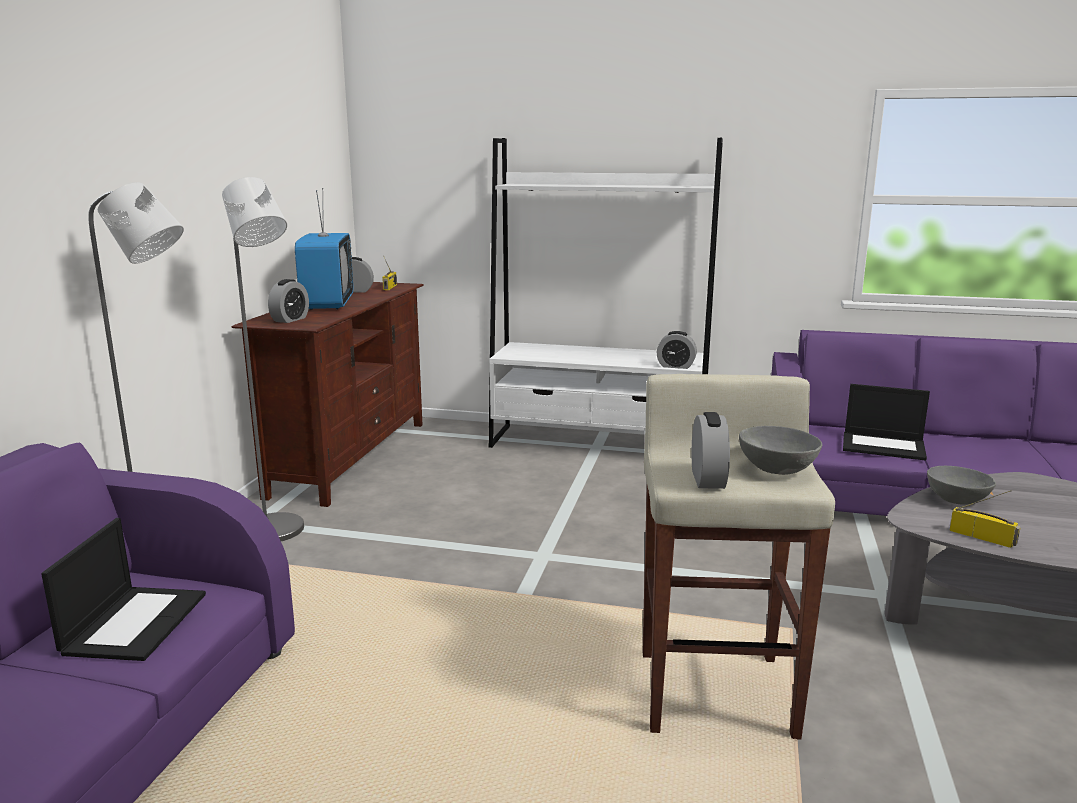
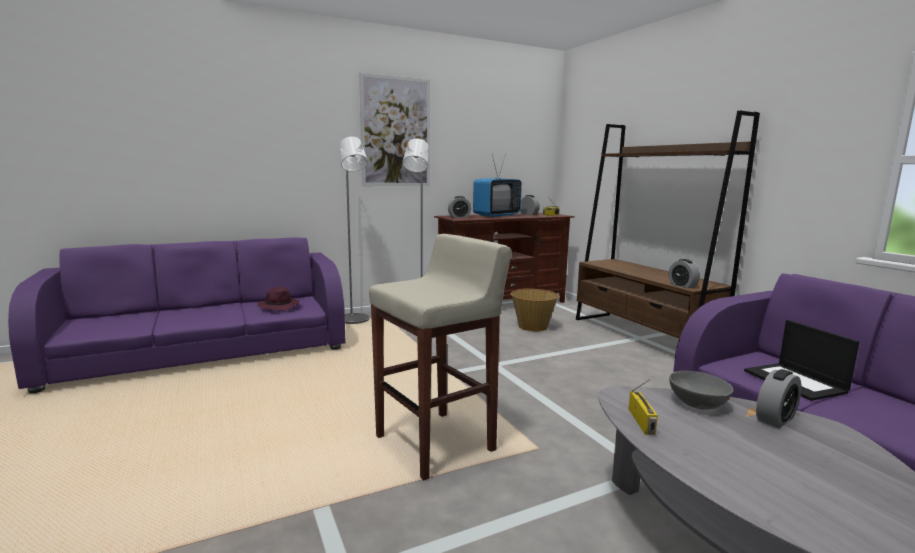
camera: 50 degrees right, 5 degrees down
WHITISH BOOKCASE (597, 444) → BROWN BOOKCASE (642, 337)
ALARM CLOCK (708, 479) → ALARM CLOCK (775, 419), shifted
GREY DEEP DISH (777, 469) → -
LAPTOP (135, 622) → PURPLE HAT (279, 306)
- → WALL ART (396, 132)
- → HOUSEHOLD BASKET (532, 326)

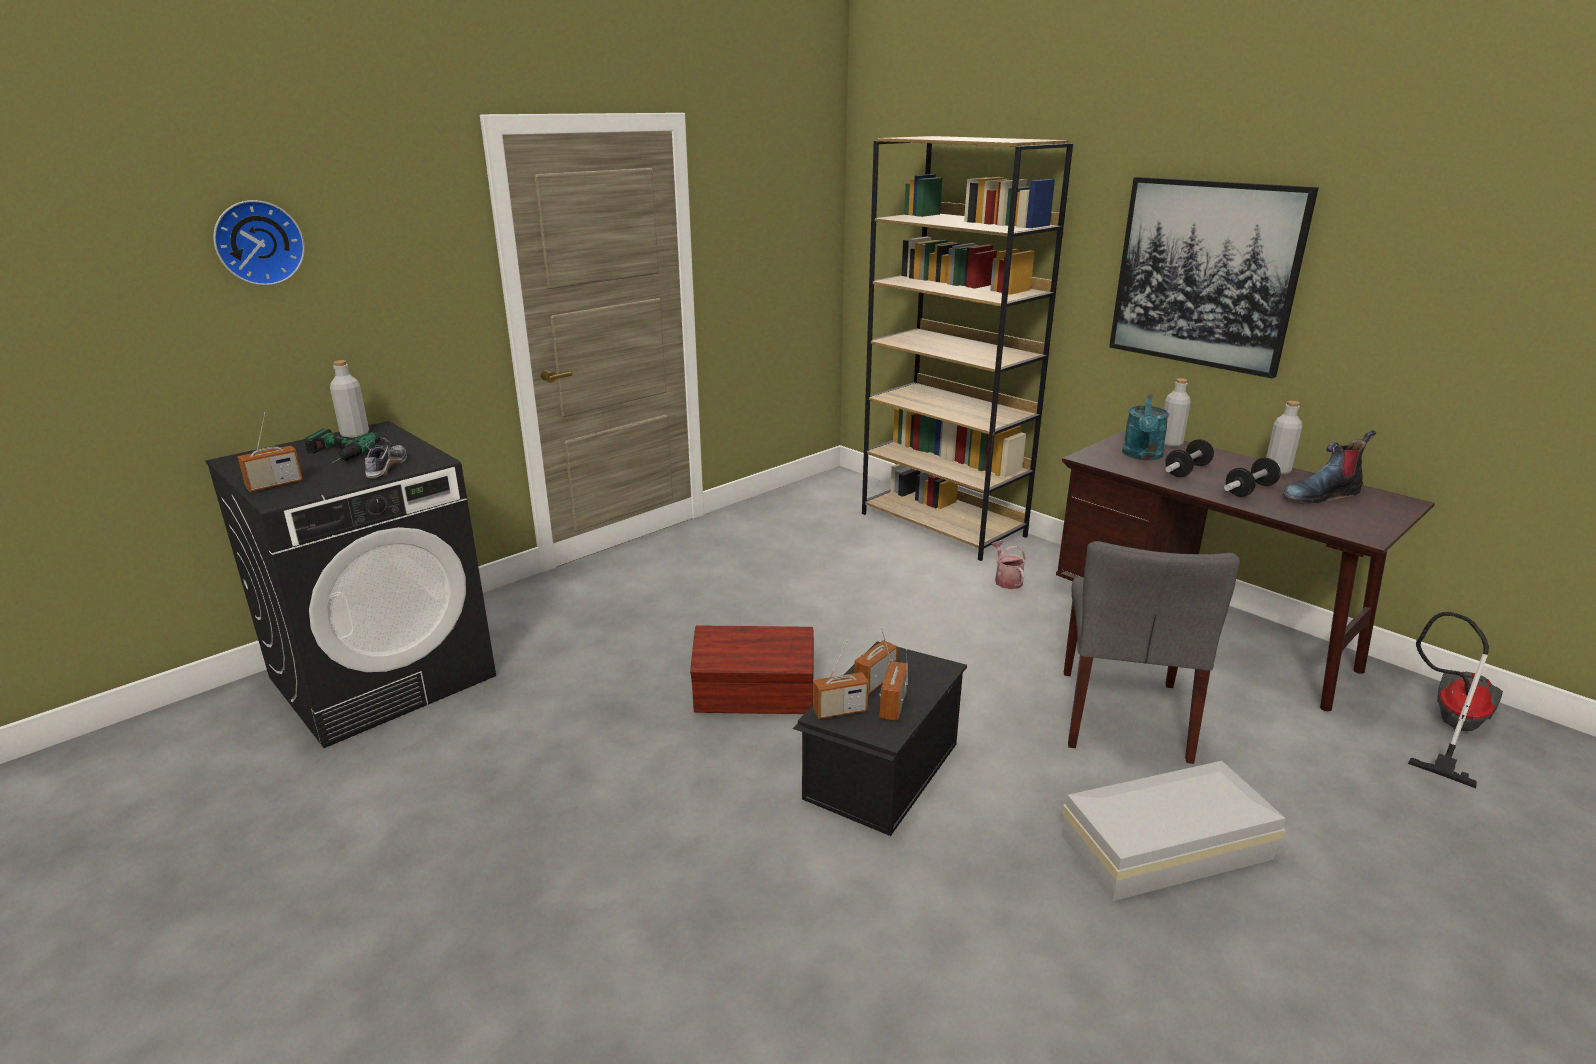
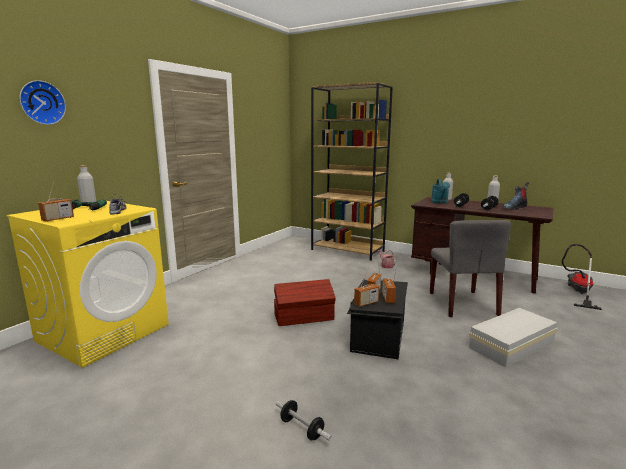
camera: 15 degrees left, 10 degrees down
WALL ART (1205, 274) → -
BLACK-COLOURED LAUNDRY MACHINE (384, 676) → YELLOW LAUNDRY MACHINE (104, 332)
- → DUMBBELL (302, 429)

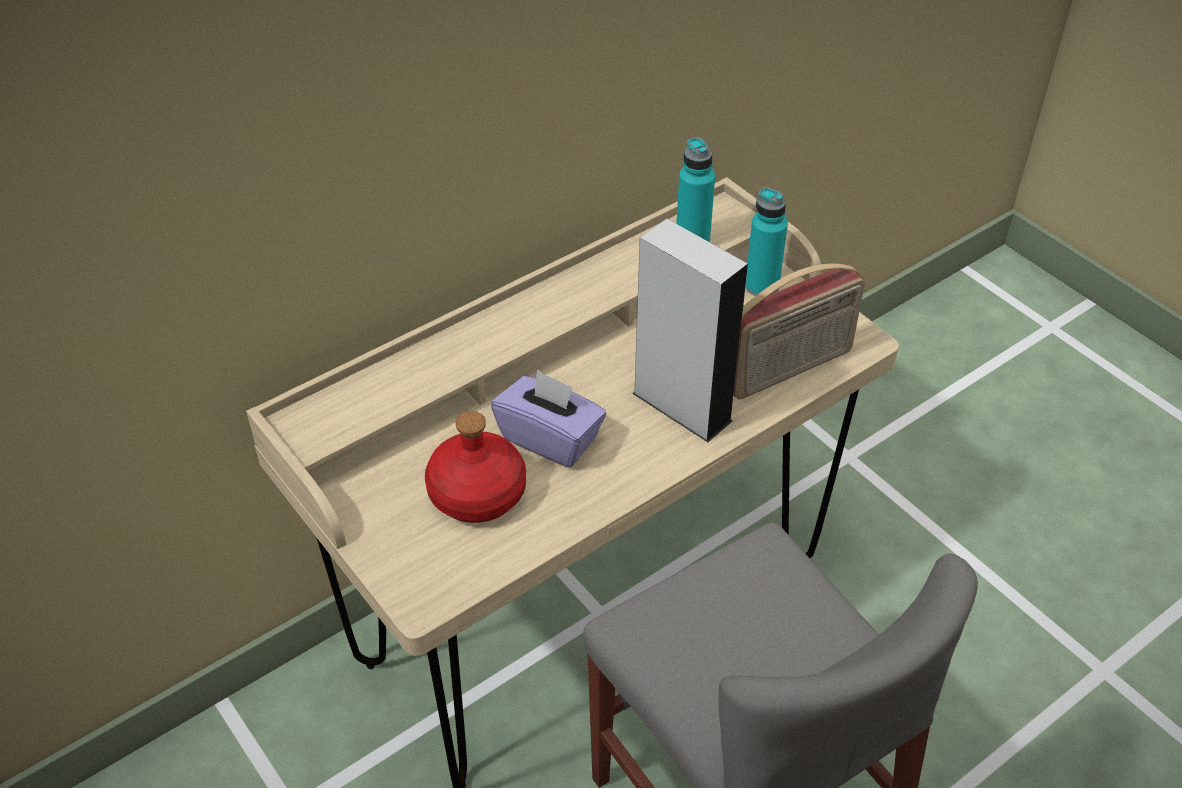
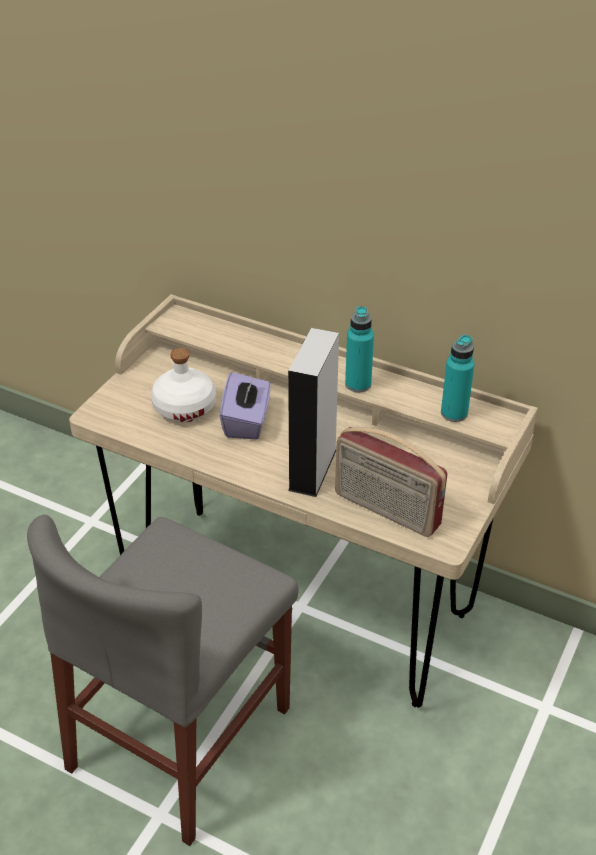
camera: 65 degrees right, 5 degrees down
TURQUOISE-COLOURED BEVERAGE BOTTLE (762, 286) → TURQUOISE-COLOURED BEVERAGE BOTTLE (358, 384), shifted
RED-COLOURED BEVERAGE BOTTLE (476, 493) → WHITISH BEVERAGE BOTTLE (184, 407)

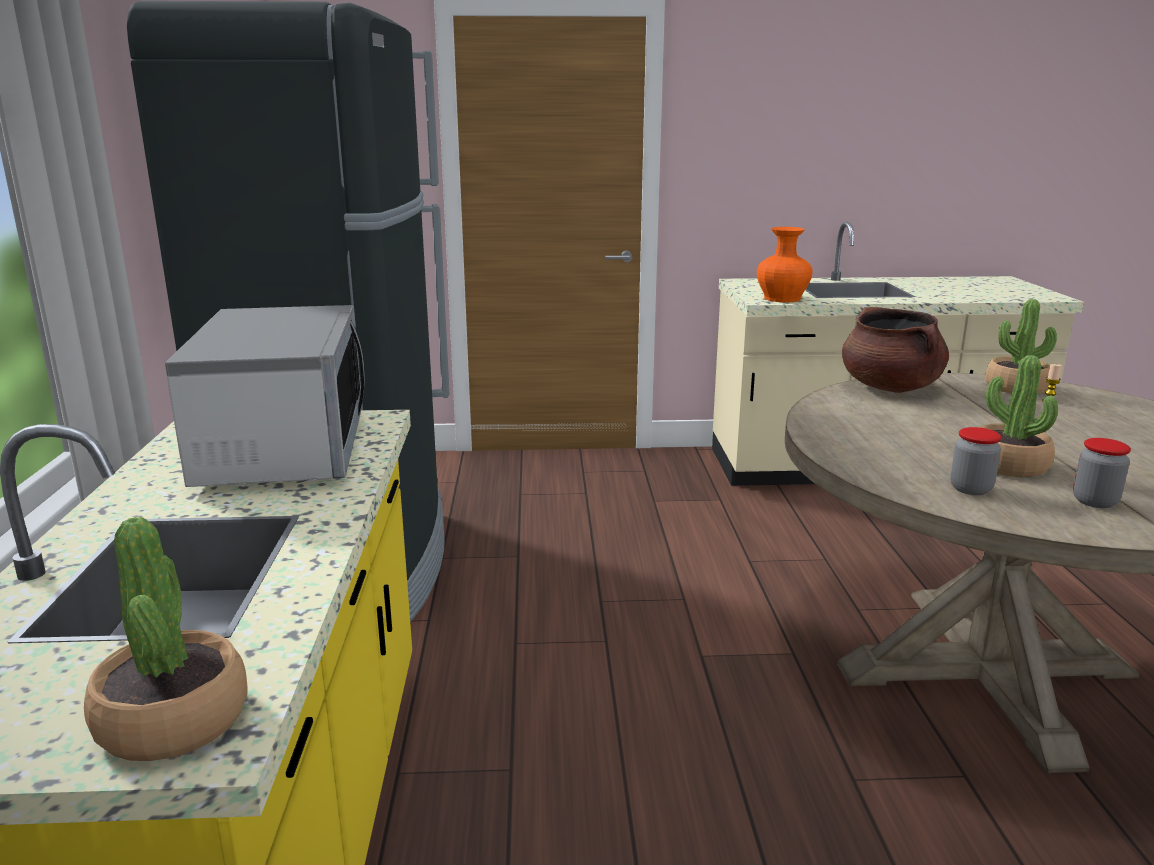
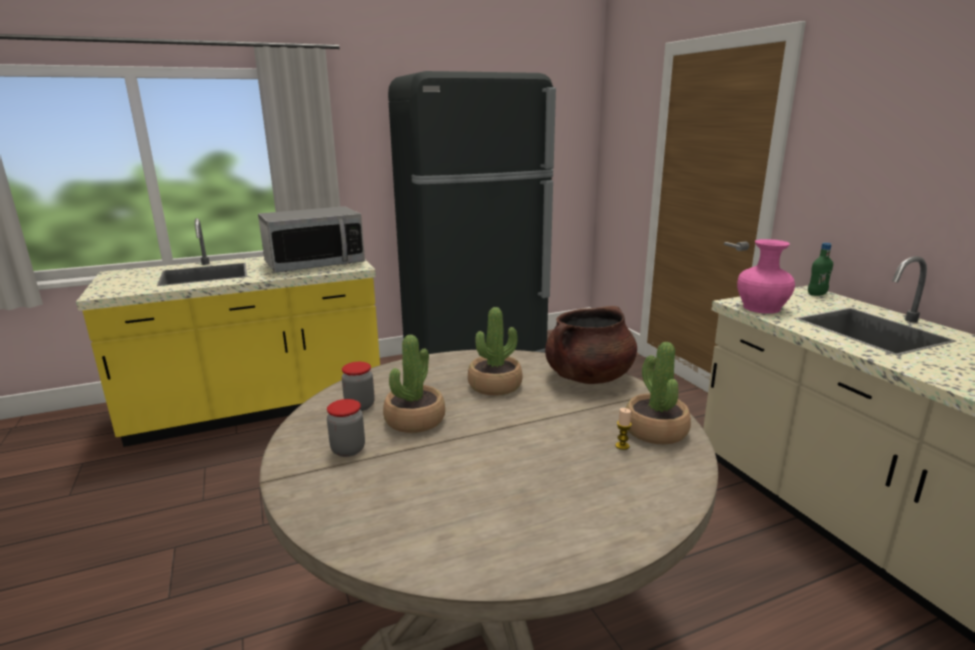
camera: 70 degrees right, 0 degrees up
ORANGE DECORATIVE VASE (782, 298) → PINK-COLOURED DECORATIVE VASE (762, 308)
PLANT IN A POT (174, 720) → PLANT IN A POT (495, 385), shifted
- → GREEN-COLOURED BEVERAGE BOTTLE (816, 294)

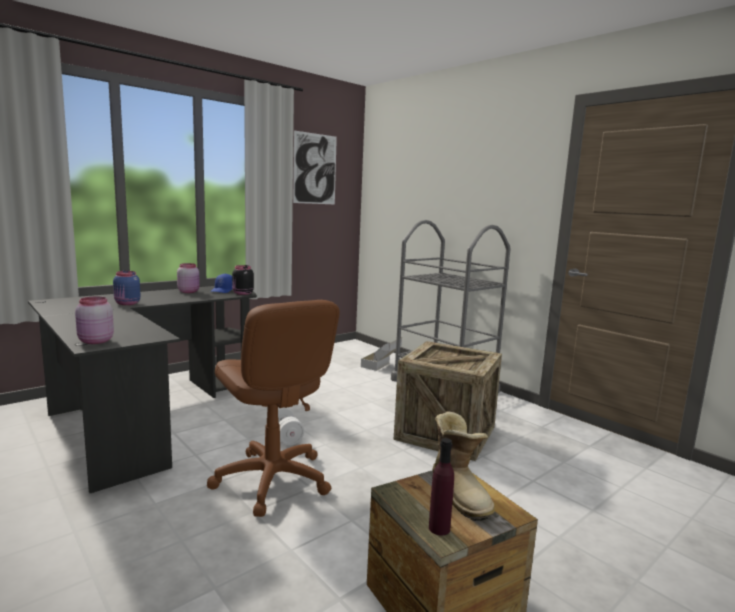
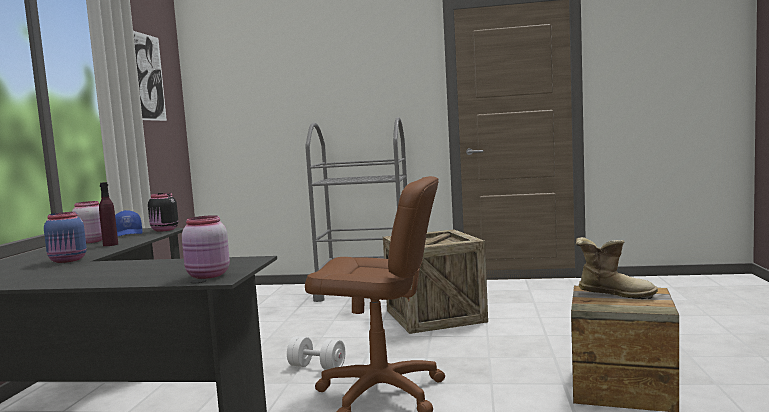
camera: 40 degrees left, 5 degrees down
CARDBOARD BOX (381, 367) → -
PURPLE BEVERAGE BOTTLE (439, 528) → PURPLE BEVERAGE BOTTLE (110, 245), shifted

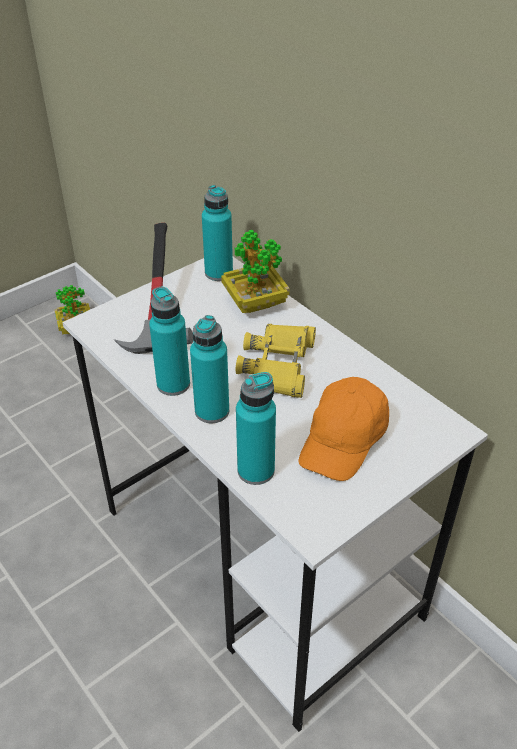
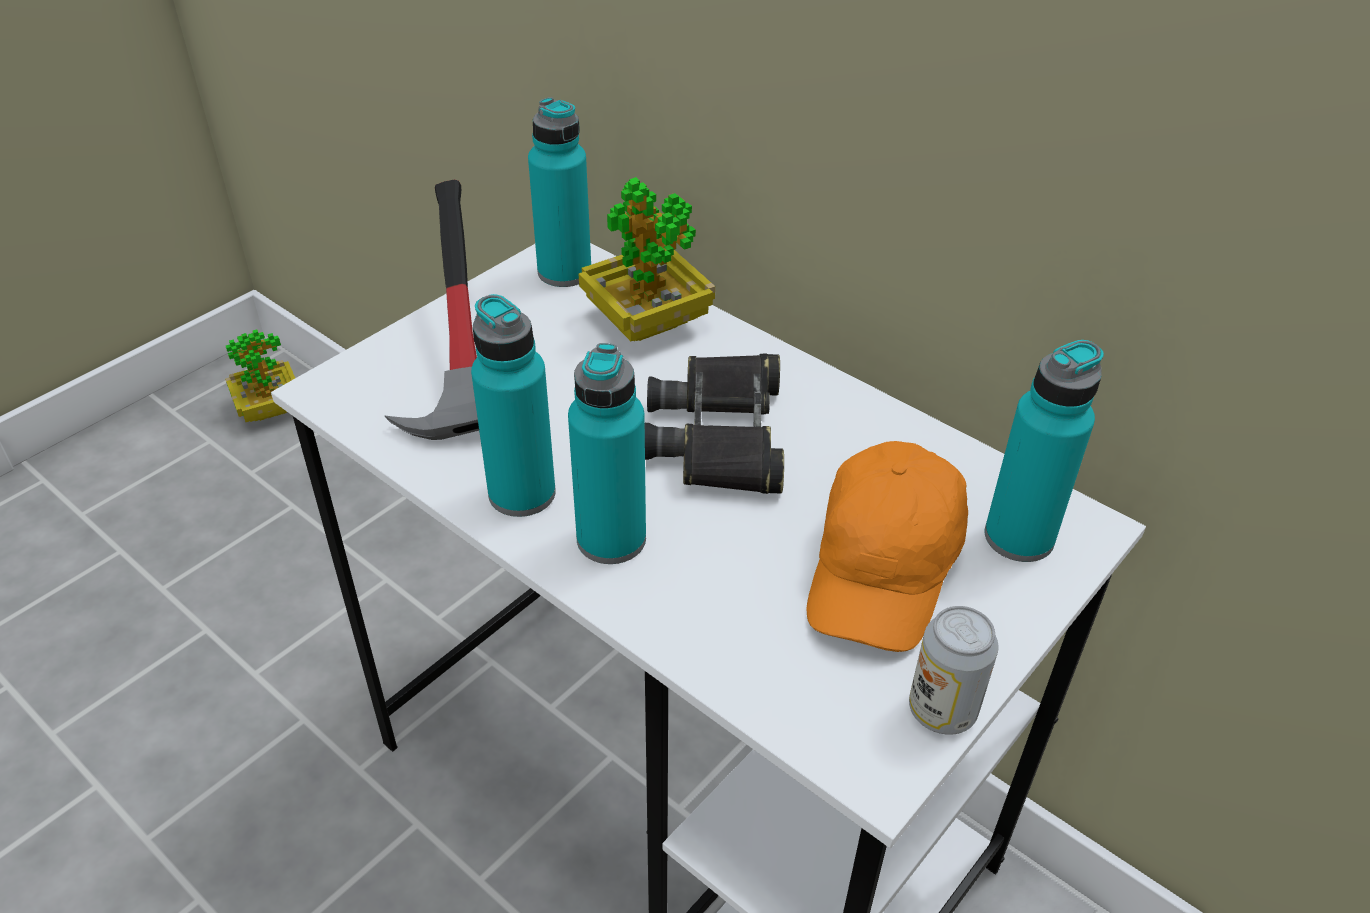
camera: 10 degrees left, 0 degrees up
YELLOW PAIR OF BINOCULARS (278, 365) → BLACK-COLOURED PAIR OF BINOCULARS (720, 435)
TURQUOISE-COLOURED BEVERAGE BOTTLE (256, 470) → TURQUOISE-COLOURED BEVERAGE BOTTLE (1019, 537), shifted
- → CAN (942, 710)

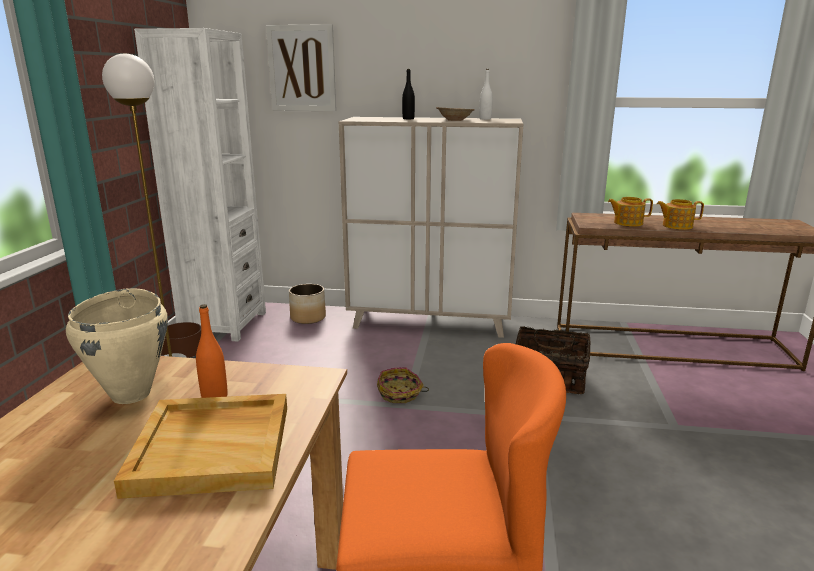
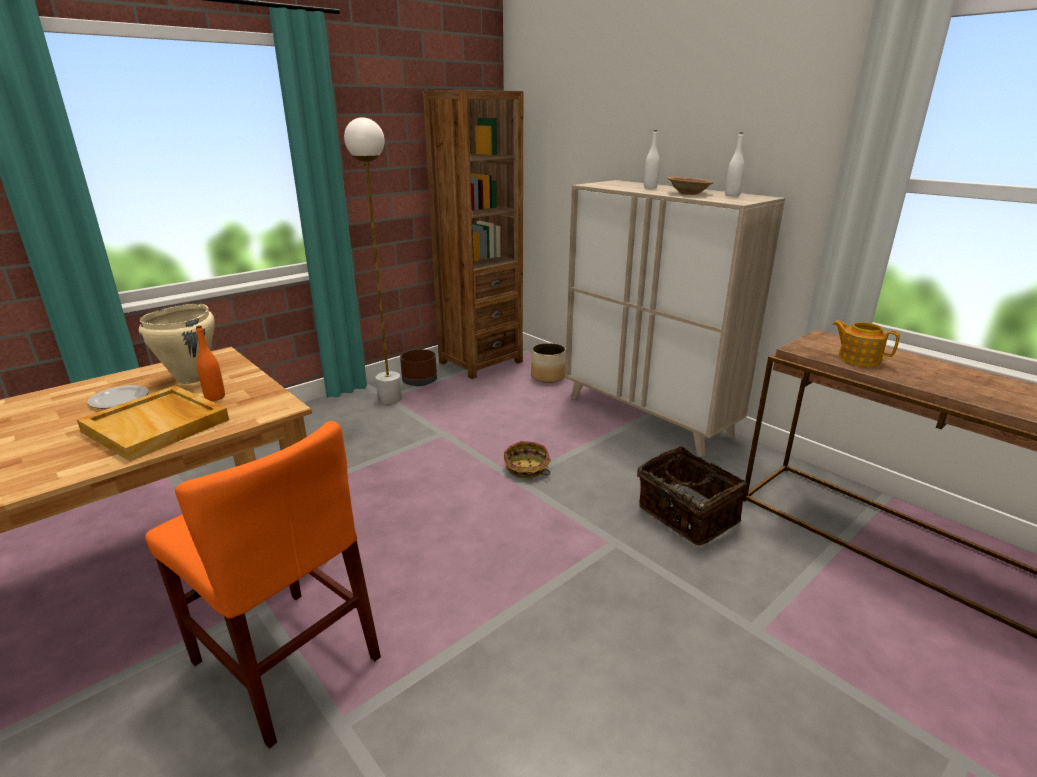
camera: 40 degrees right, 5 degrees up
WALL ART (302, 68) → -
WHITISH BOOKCASE (224, 324) → BROWN BOOKCASE (480, 362)
BLACK-COLOURED BEVERAGE BOTTLE (408, 119) → WHITISH BEVERAGE BOTTLE (650, 187)
POT FOR TEA (676, 226) → -
- → FLAT DISH (118, 399)

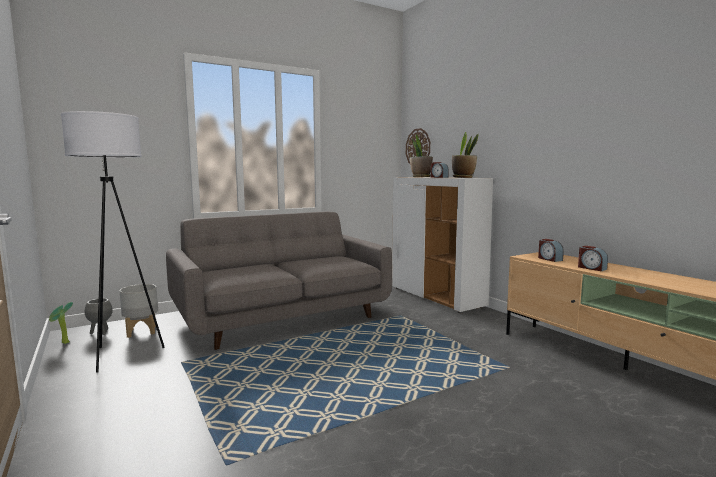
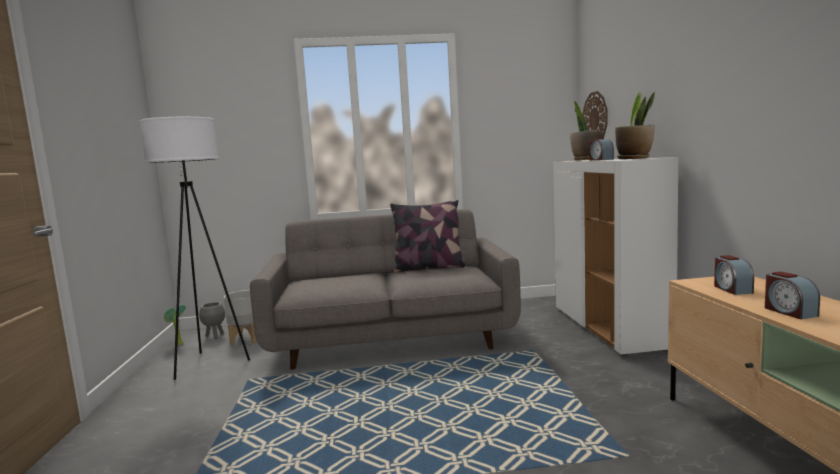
camera: 25 degrees right, 0 degrees up
- → PILLOW (428, 268)

